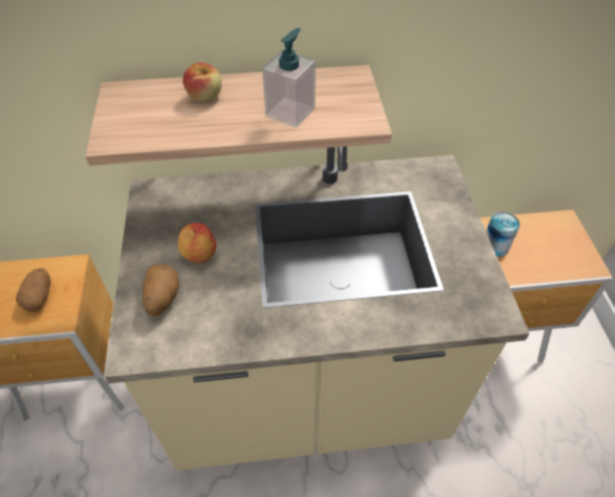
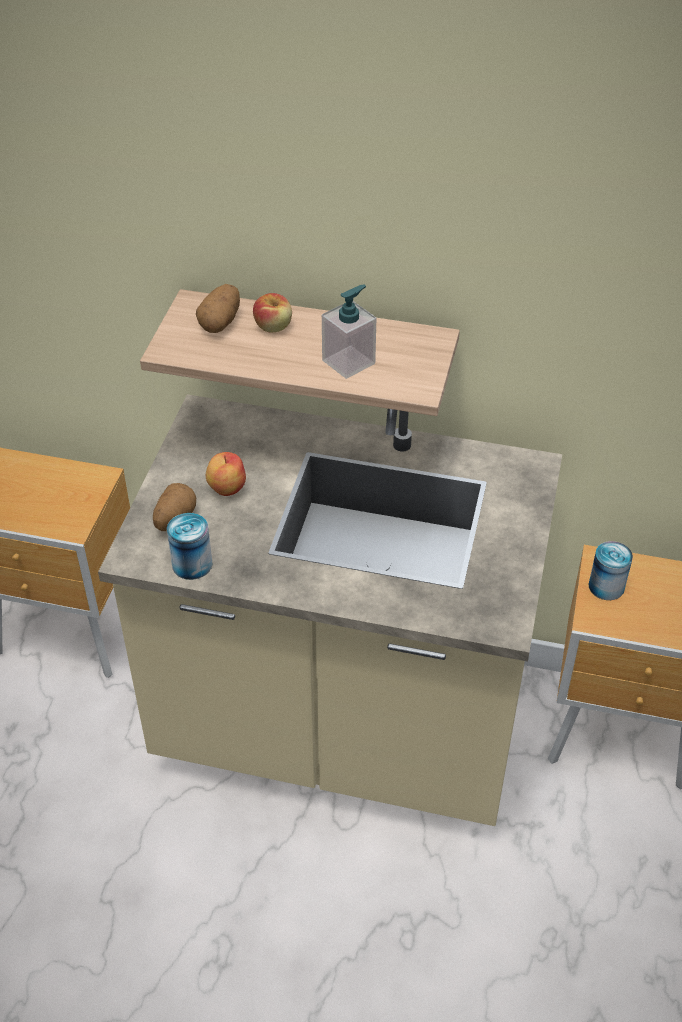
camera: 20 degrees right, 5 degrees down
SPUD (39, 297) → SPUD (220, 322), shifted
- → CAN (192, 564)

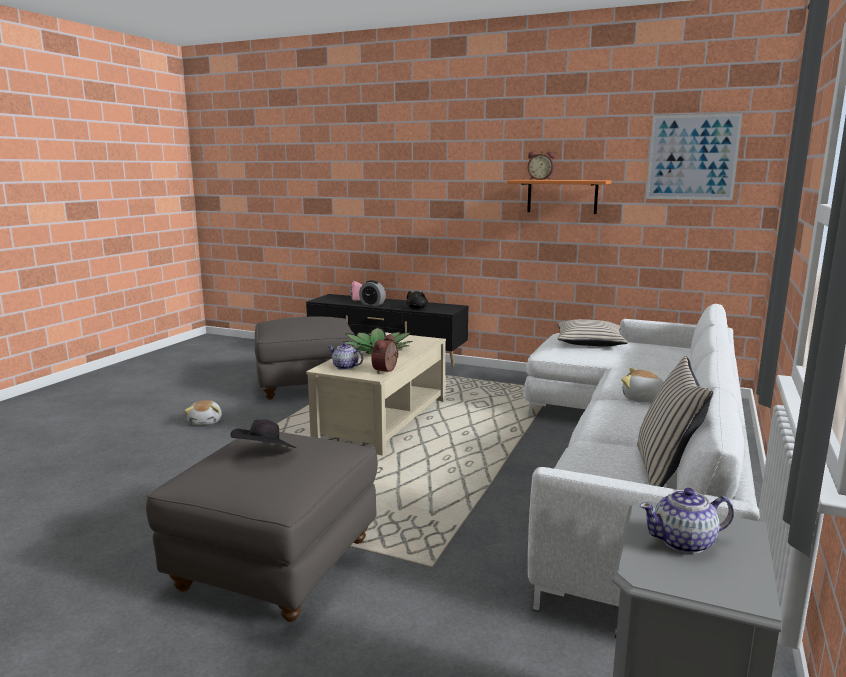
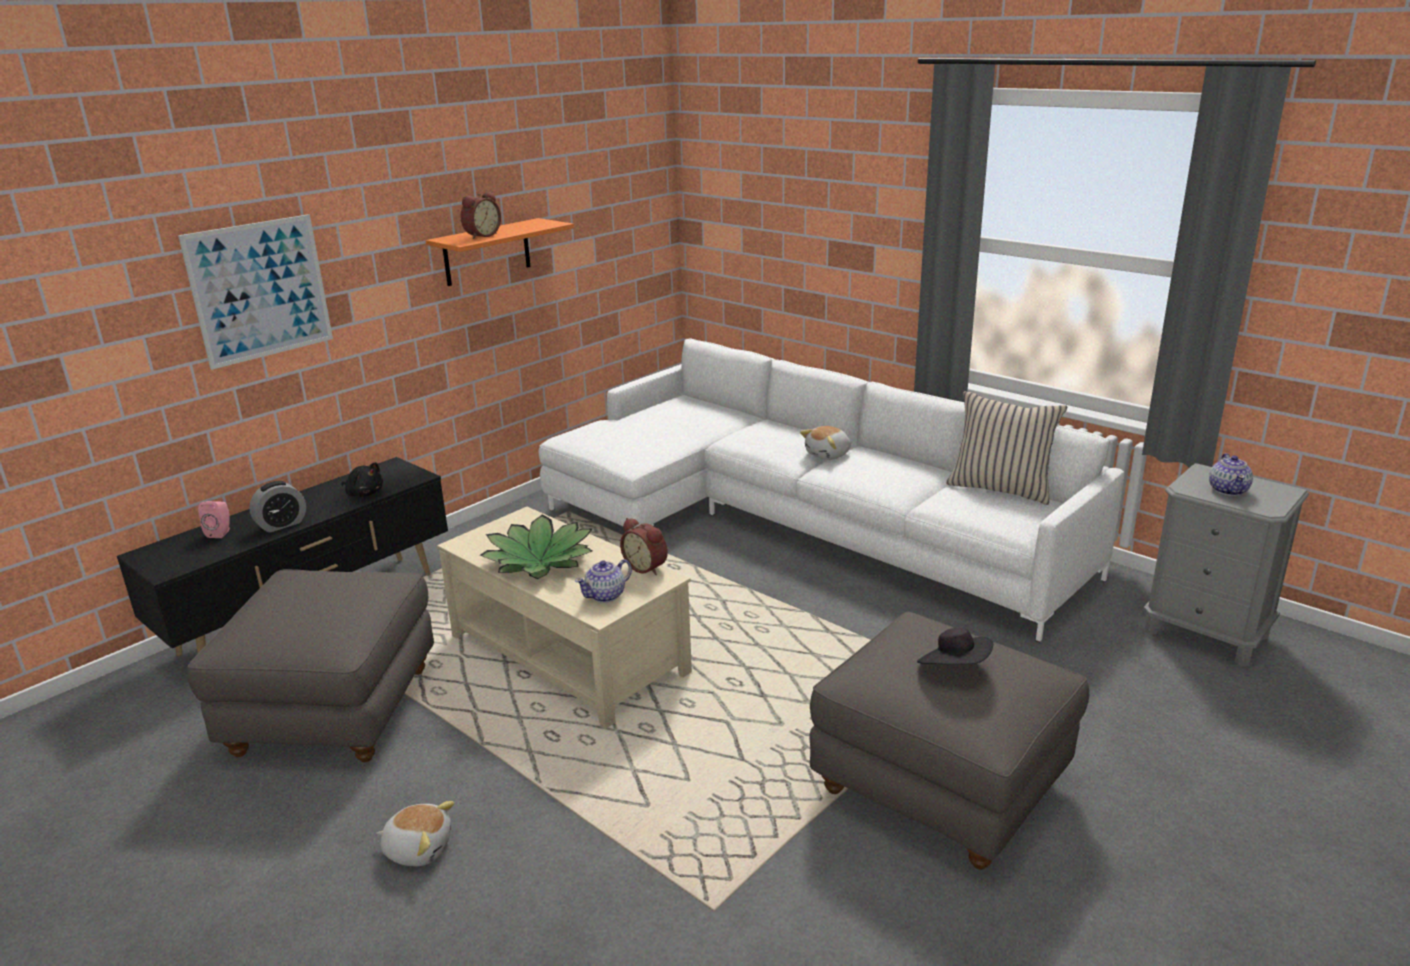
camera: 70 degrees left, 10 degrees up
WALL ART (692, 157) → WALL ART (260, 290), shifted
BEIGE-COLOURED PILLOW (589, 342) → -

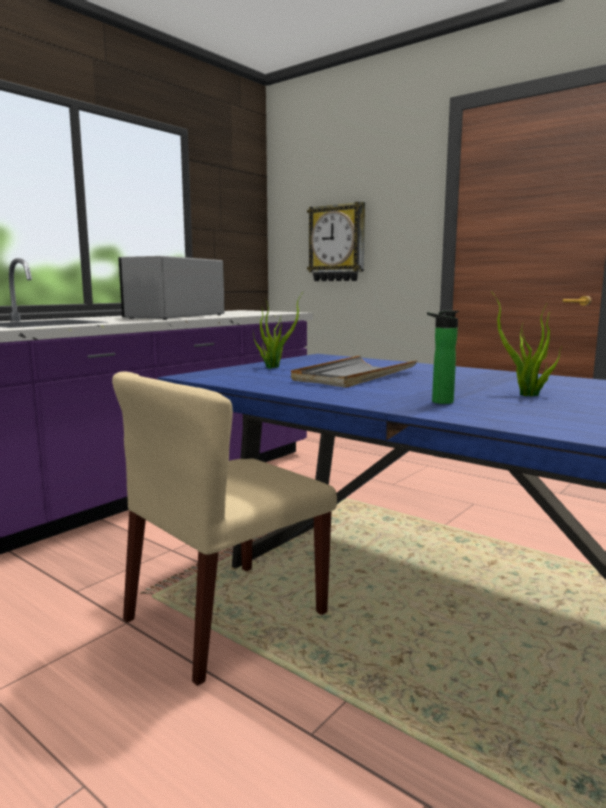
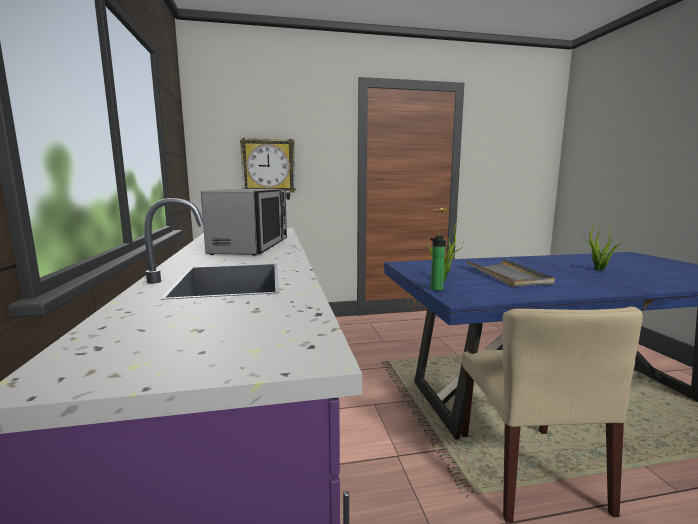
camera: 50 degrees left, 0 degrees up
KITCHEN MICROWAVE (175, 316) → KITCHEN MICROWAVE (252, 246), 150 degrees counterclockwise
BEVERAGE BOTTLE (439, 402) → BEVERAGE BOTTLE (435, 289), shifted

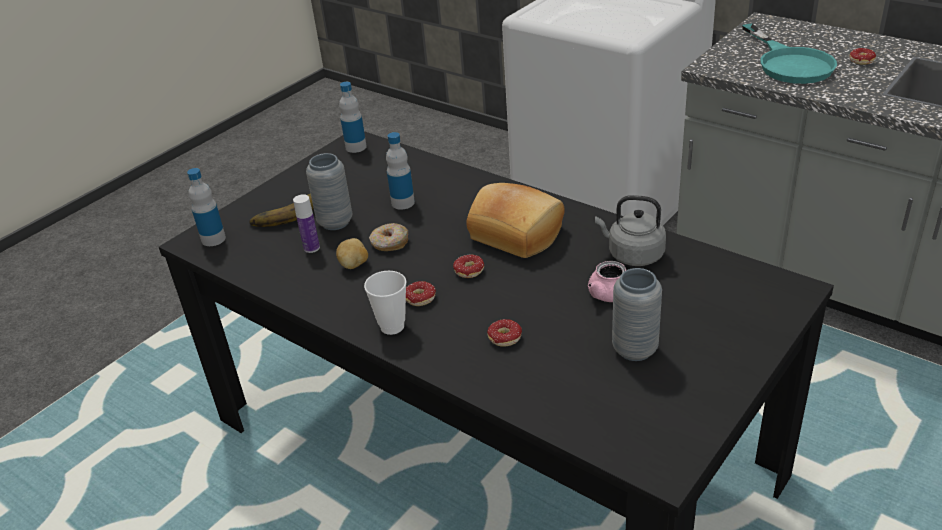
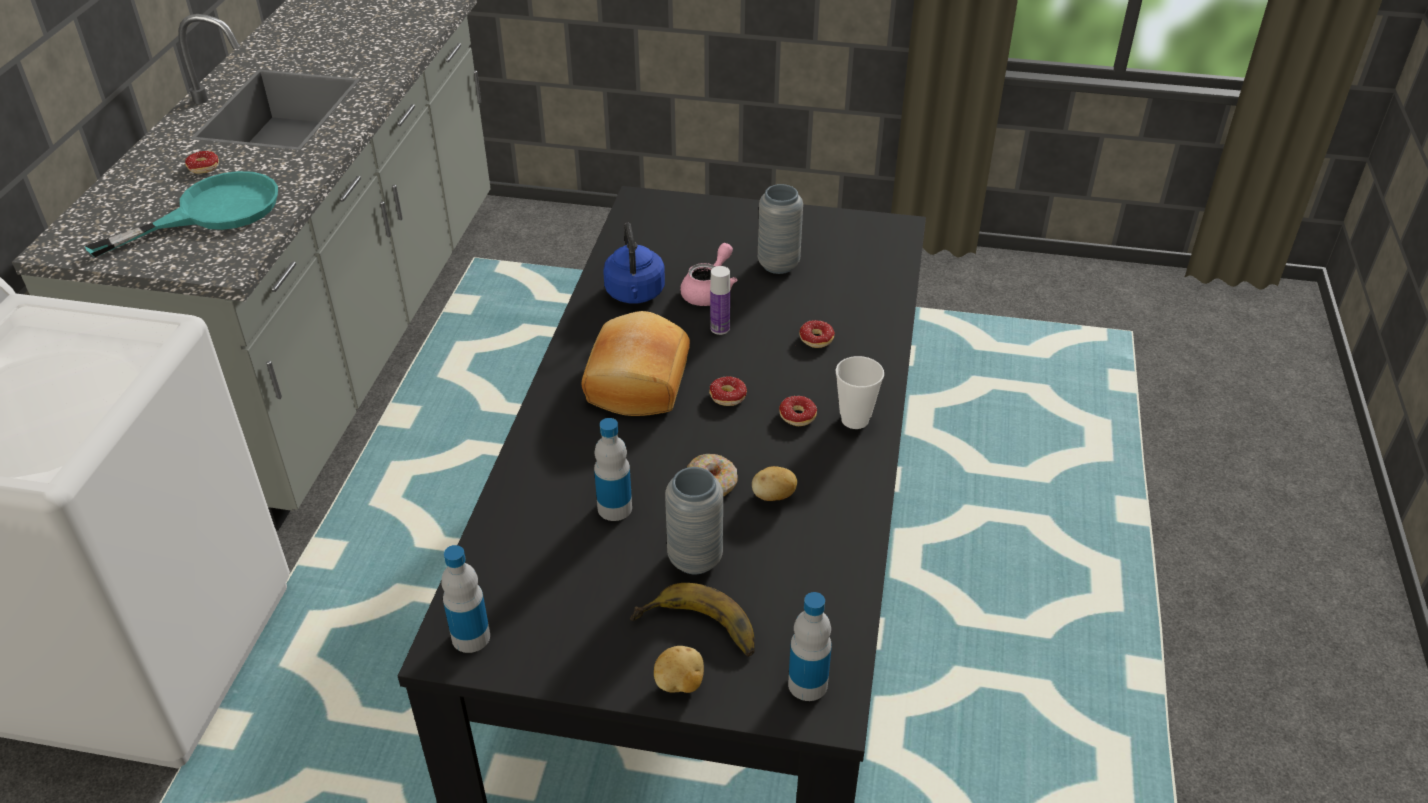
camera: 120 degrees left, 5 degrees up
BEVERAGE BOTTLE (311, 248) → BEVERAGE BOTTLE (720, 328), shifted
GREY WATER KETTLE (632, 255) → BLUE WATER KETTLE (635, 294)
- → SPUD (679, 684)

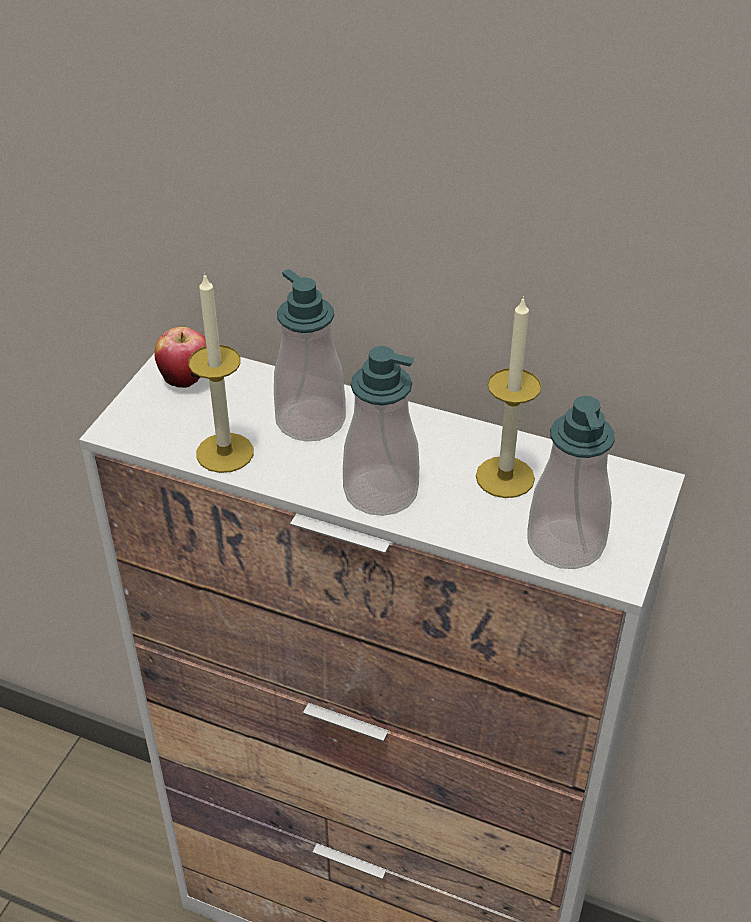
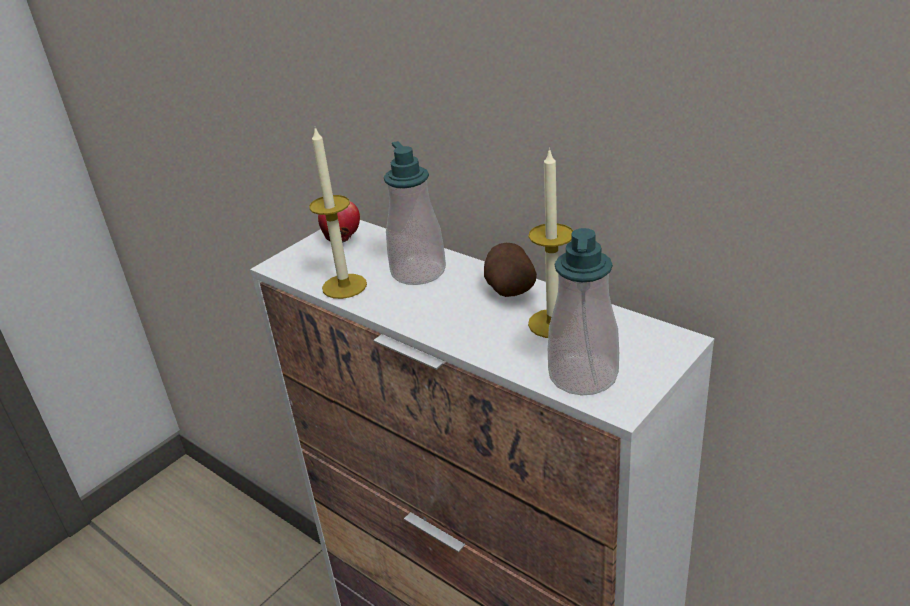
camera: 20 degrees right, 10 degrees down
SOAP DISPENSER (380, 492) → -
- → SPUD (508, 289)

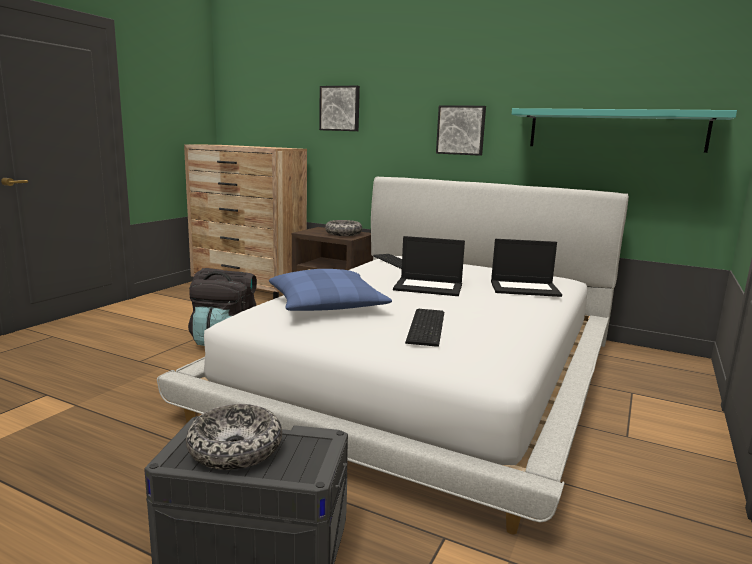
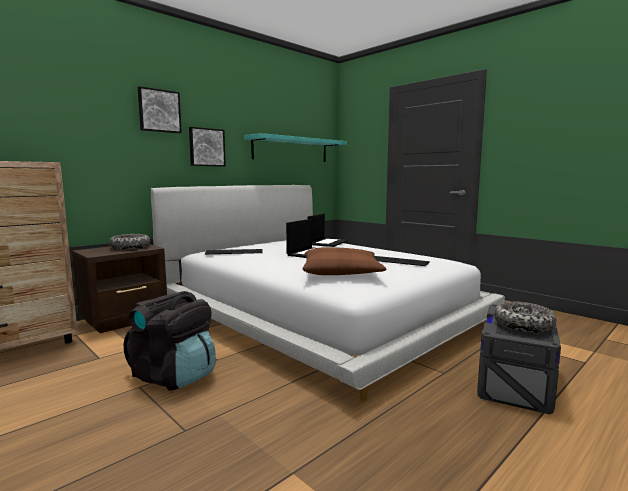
camera: 70 degrees left, 5 degrees down
WALL ART (340, 108) → WALL ART (159, 111), shifted
BLUE PILLOW (326, 305) → BROWN PILLOW (341, 272)

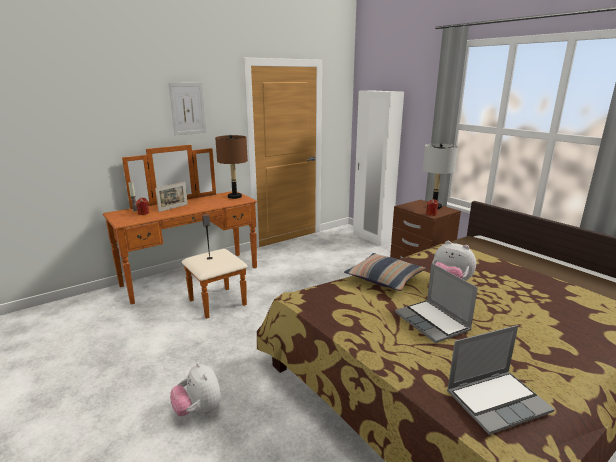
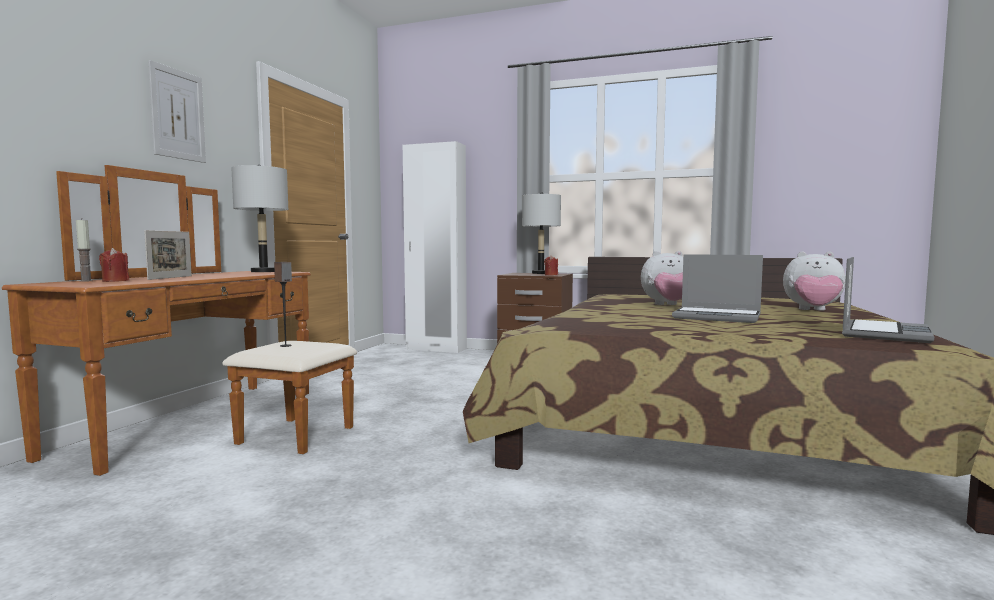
camera: 35 degrees left, 15 degrees down
BROWN TABLETOP LAMP (234, 196) → GREY TABLETOP LAMP (263, 271)
PILLOW (384, 278) → -
SOFT TOY (199, 410) → SOFT TOY (813, 310), shifted

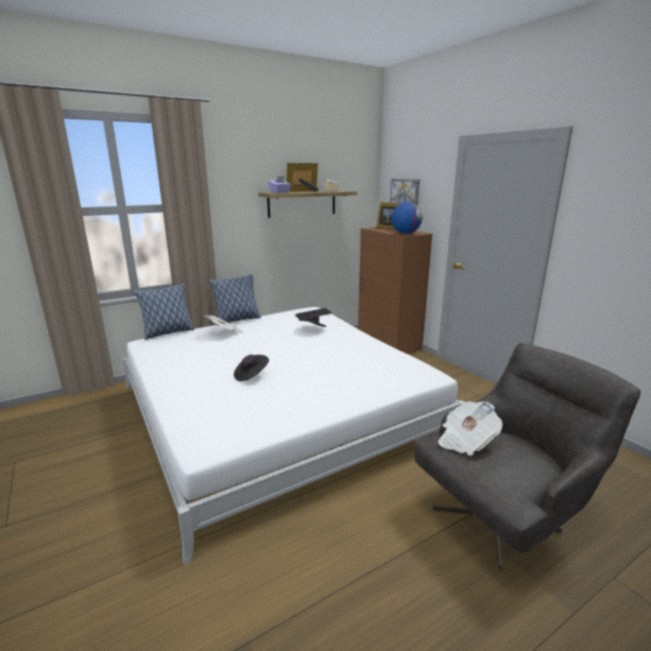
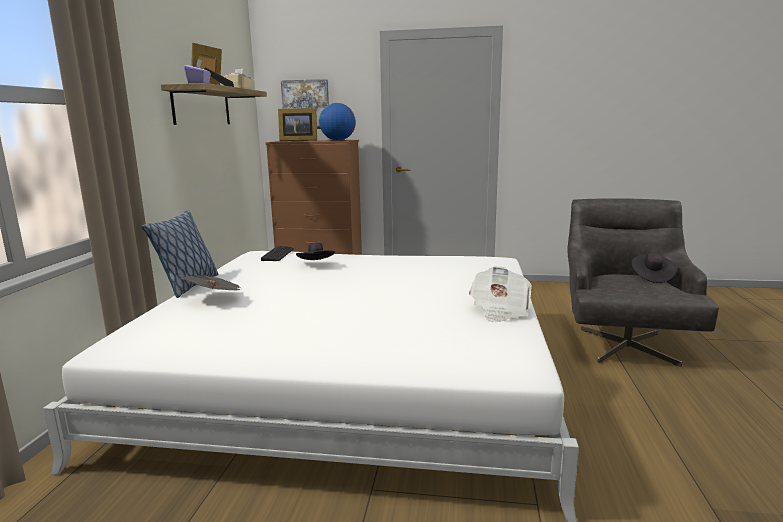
camera: 50 degrees left, 5 degrees down
PILLOW (167, 333) → -
BLACK-COLOURED HAT (251, 375) → BLACK-COLOURED HAT (651, 277), shifted
NEWSPAPER (466, 440) → NEWSPAPER (499, 310), shifted

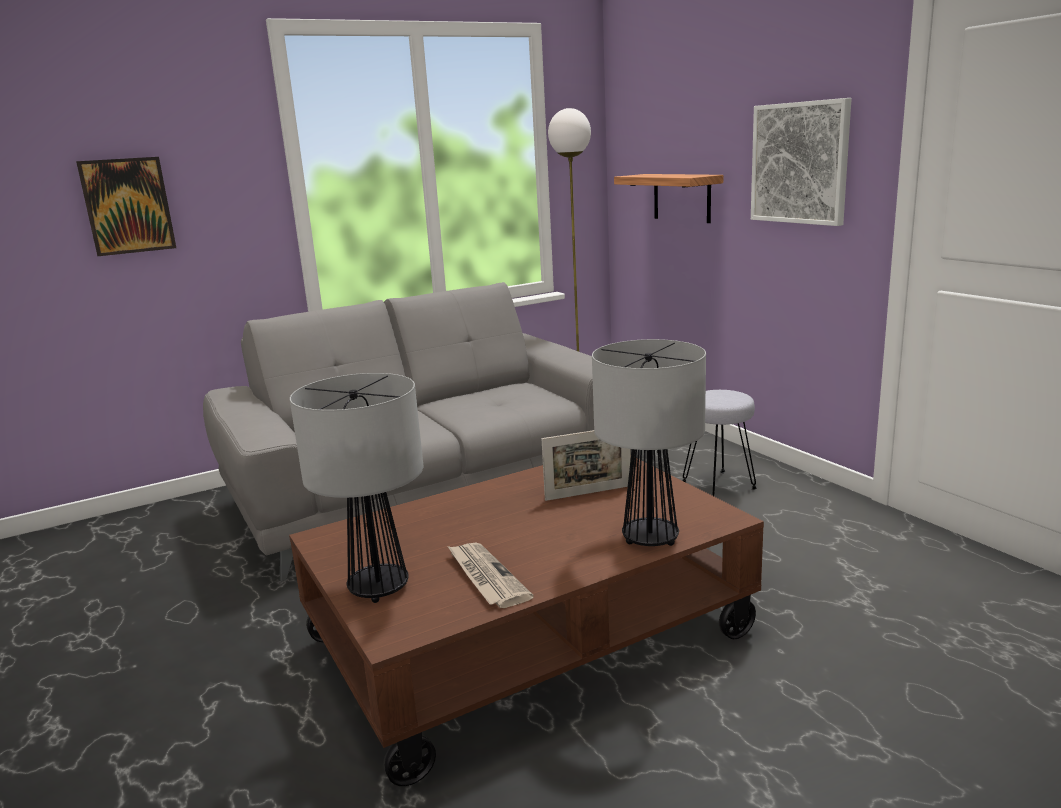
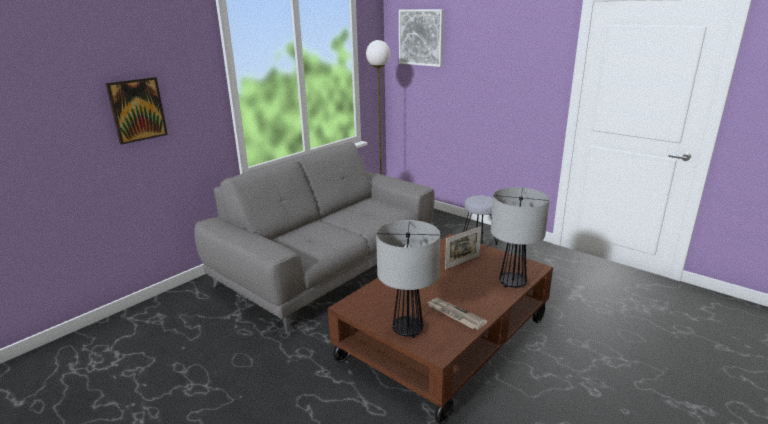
camera: 20 degrees left, 5 degrees up
WALL ART (800, 163) → WALL ART (421, 37), shifted
WALL SHELF (682, 197) → -

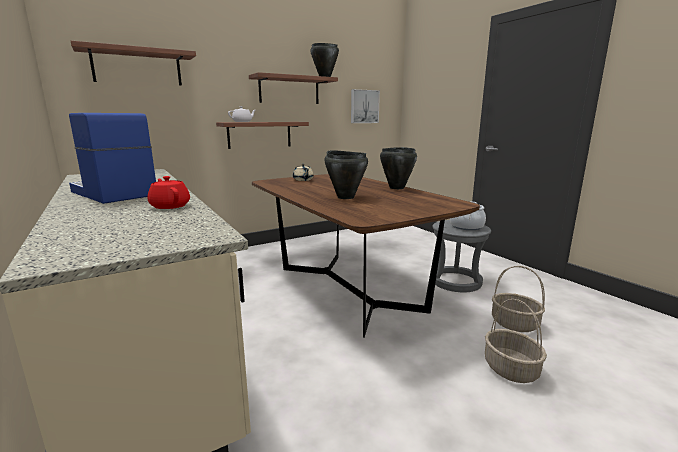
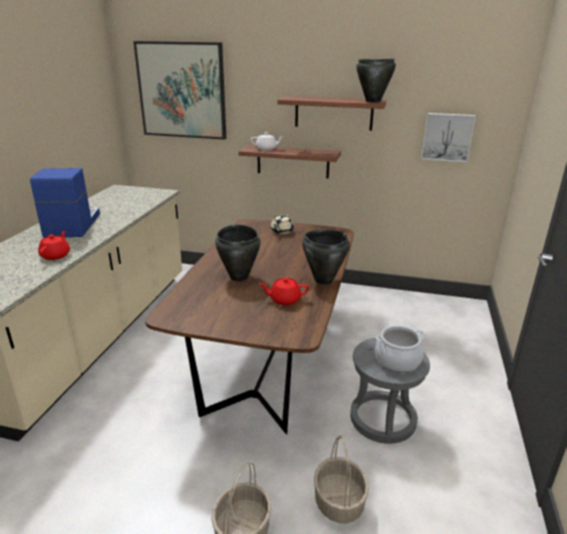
camera: 45 degrees right, 10 degrees up
WALL SHELF (137, 67) → WALL ART (182, 90)
- → RED-COLOURED POT FOR TEA (284, 299)

